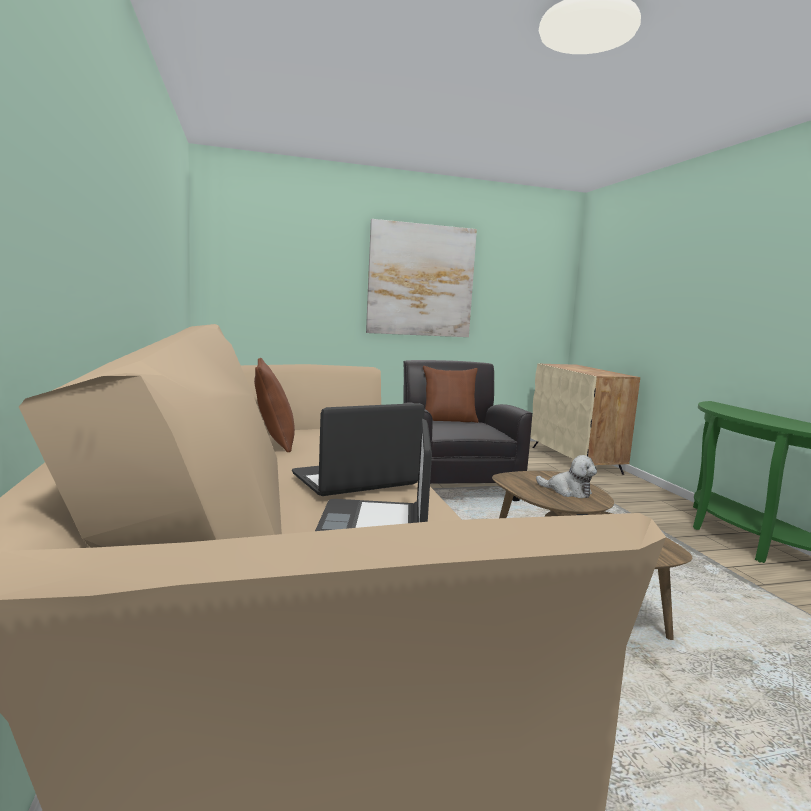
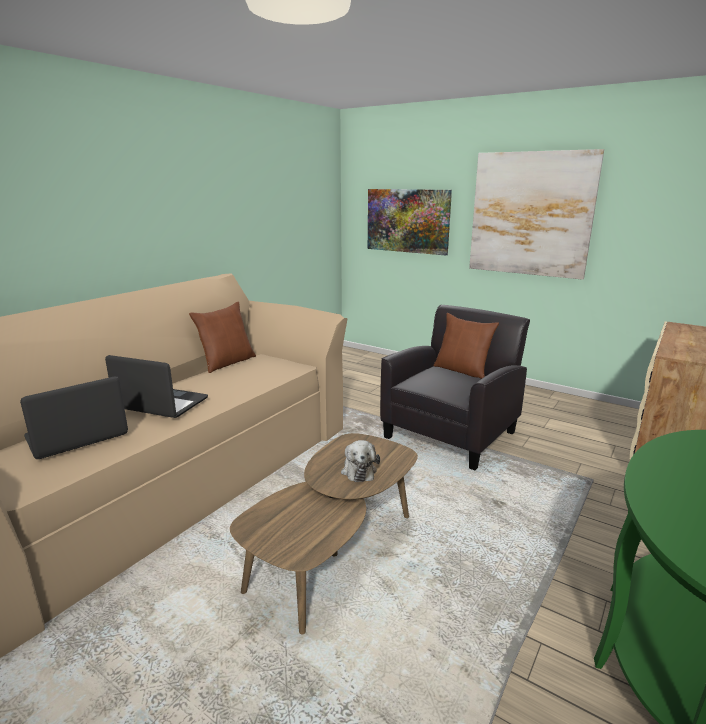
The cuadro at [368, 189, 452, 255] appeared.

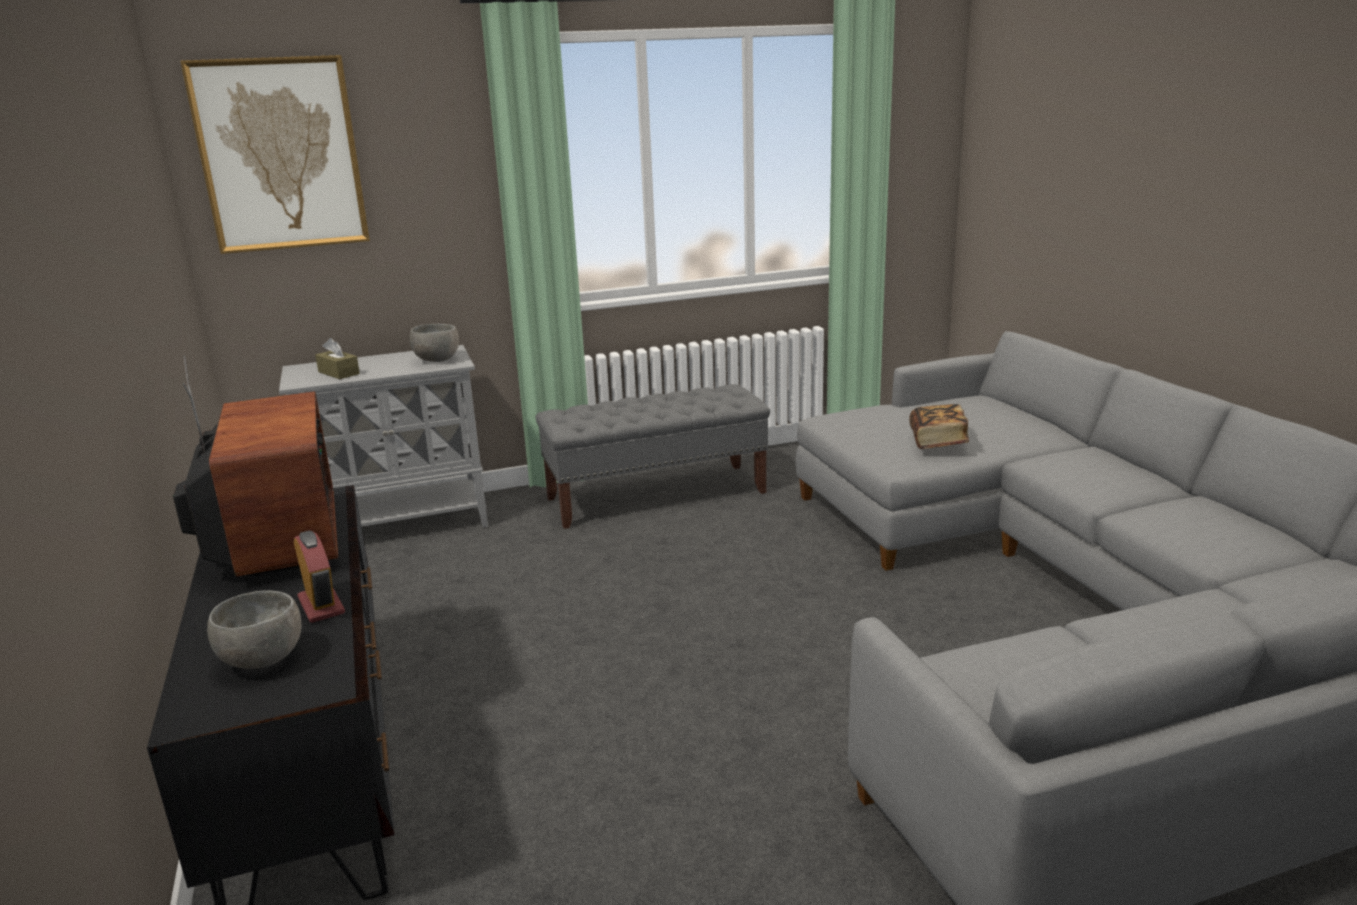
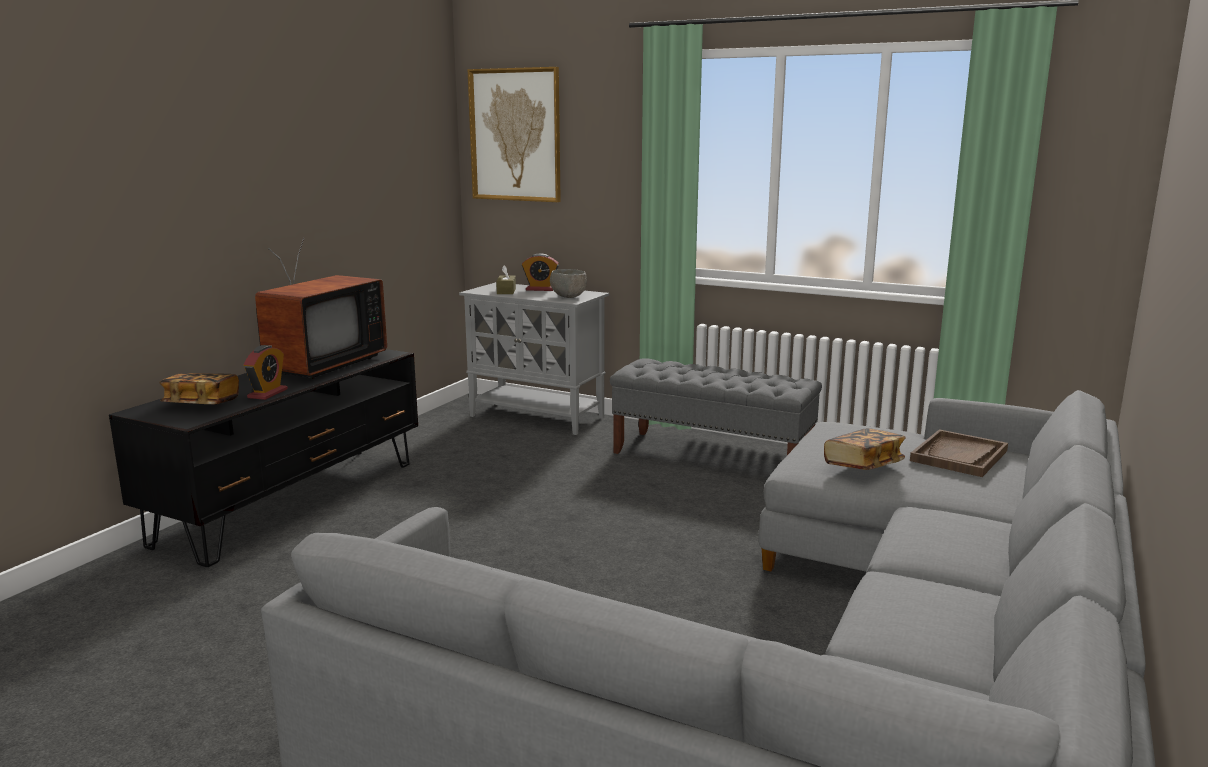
The cuenco (gris) at [207, 591, 301, 669] was replaced by the libro at [159, 373, 239, 404].
The despertador at [522, 253, 559, 291] appeared.
The bandeja (marrón) at [910, 429, 1008, 477] appeared.

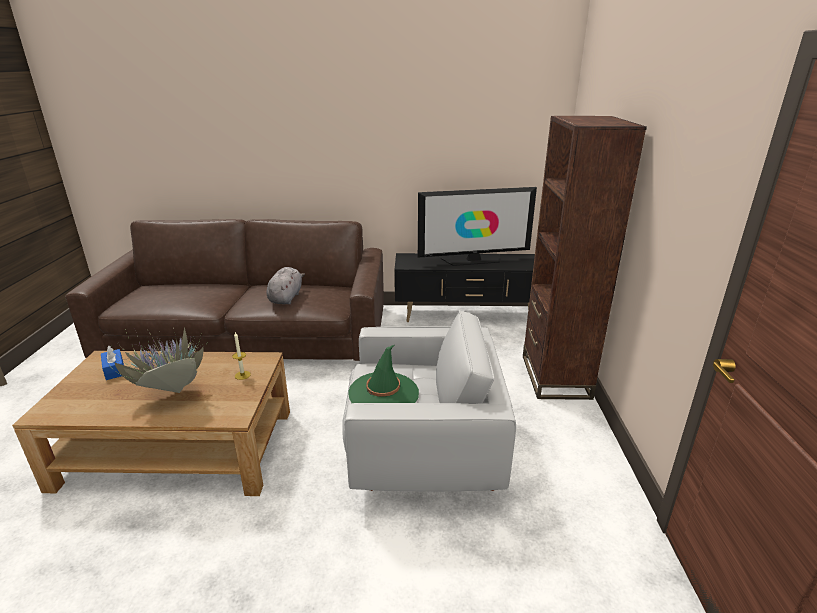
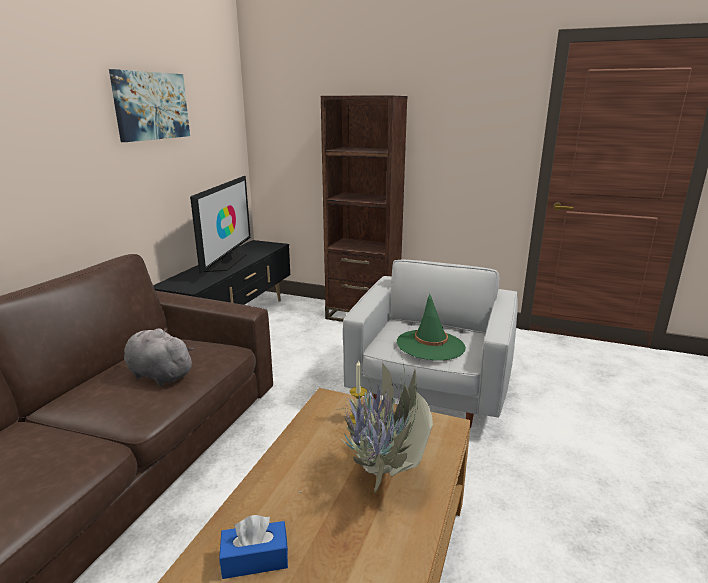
The cuadro at [109, 69, 190, 142] appeared.

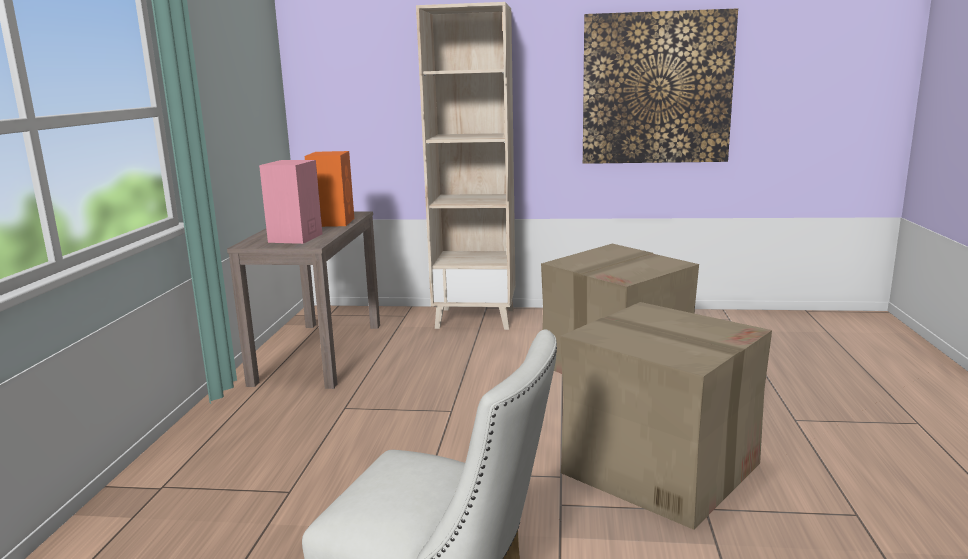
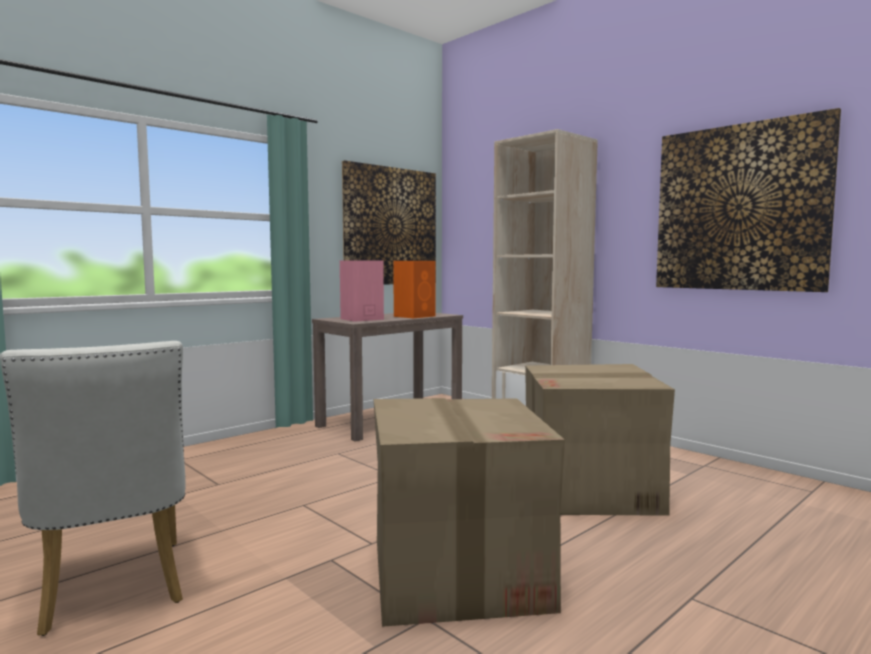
The cuadro at [342, 160, 436, 285] appeared.

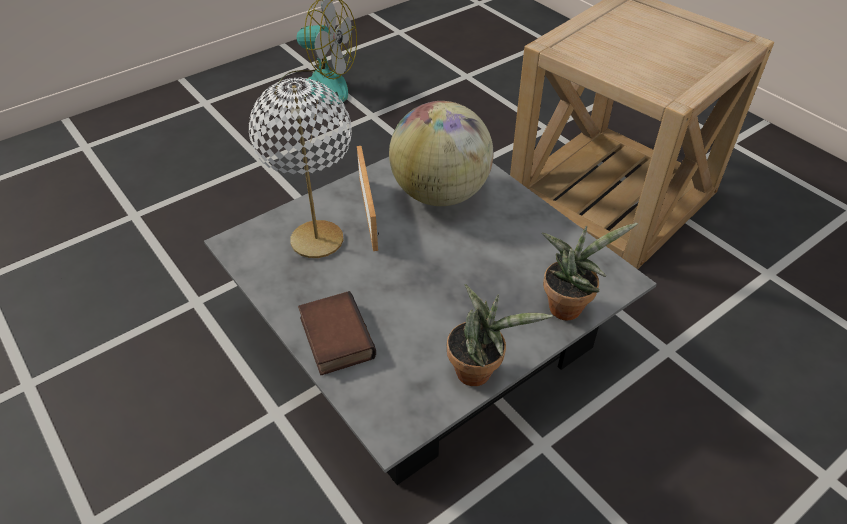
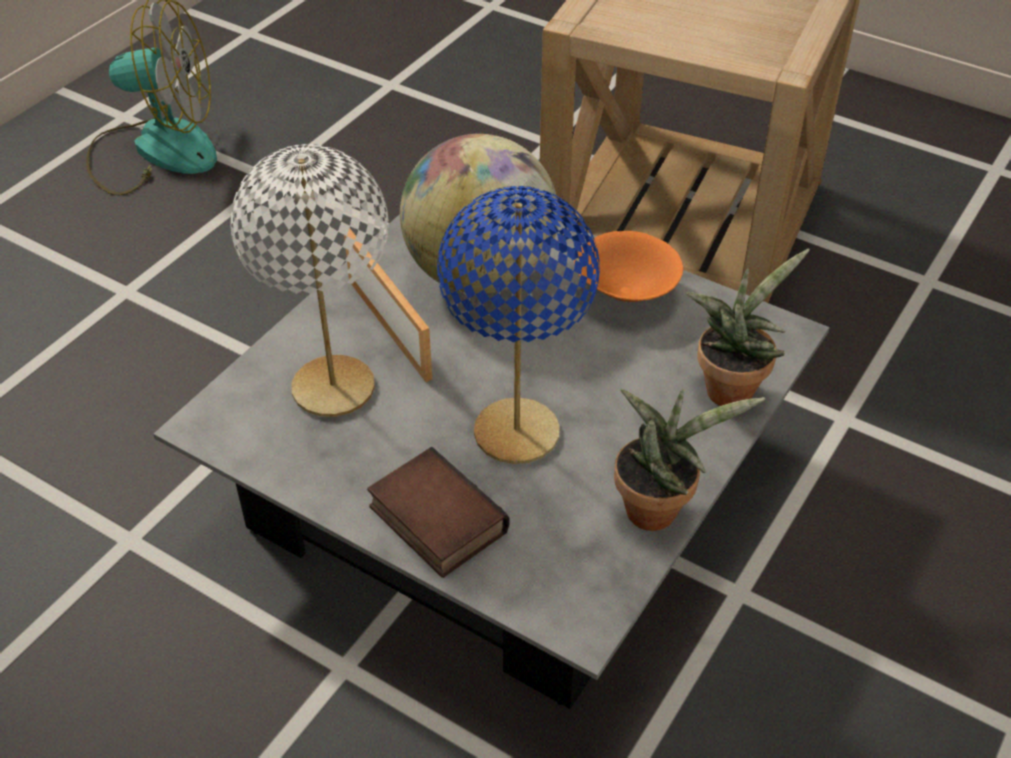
The lámpara de mesa (azul) at [437, 186, 600, 464] appeared.
The cuenco (naranja) at [574, 231, 683, 302] appeared.

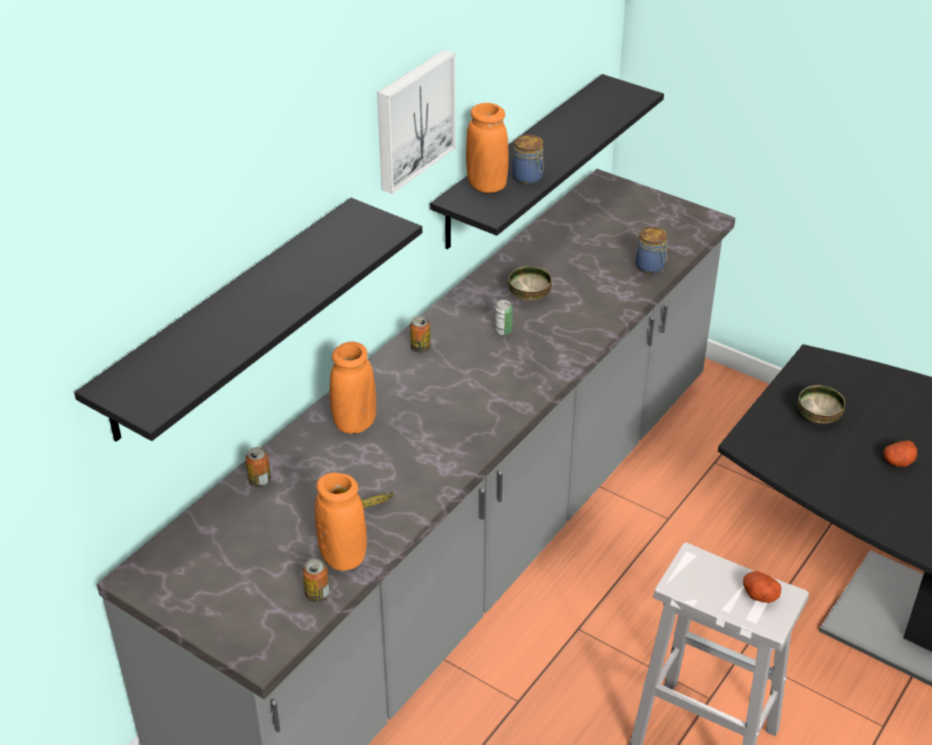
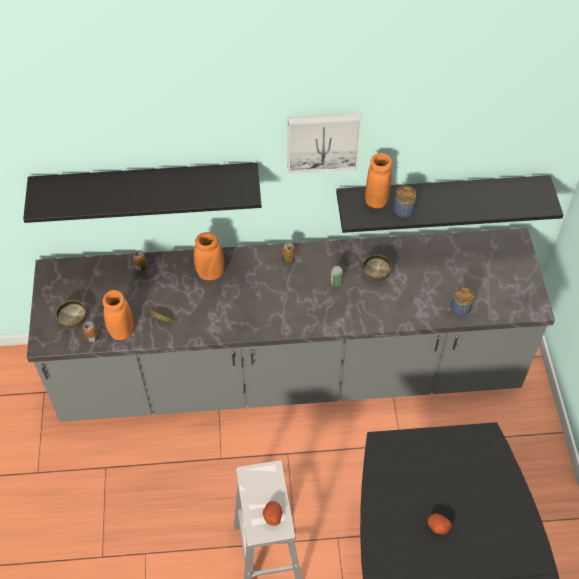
The cuenco moved from [798, 385, 845, 424] to [56, 300, 87, 328].

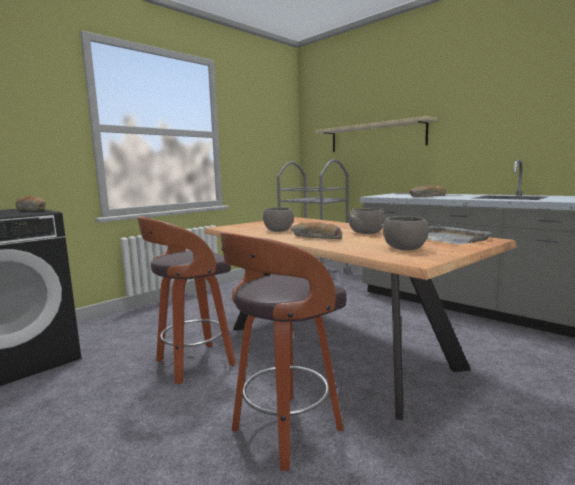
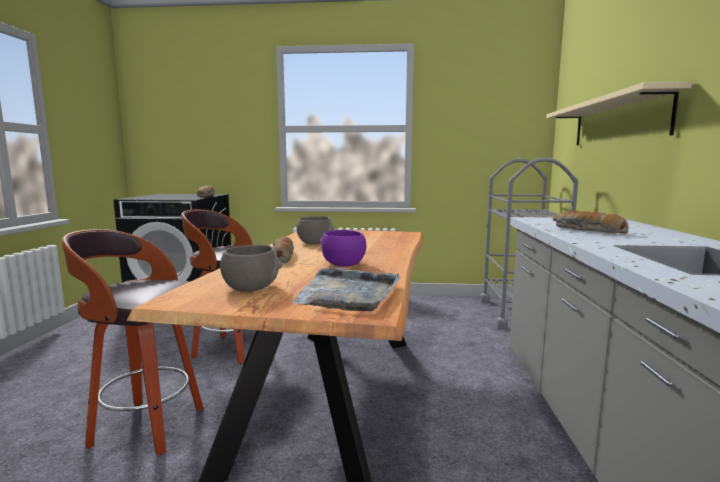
The cuenco (gris) at [349, 208, 385, 234] became the cuenco (morado) at [320, 230, 366, 267].

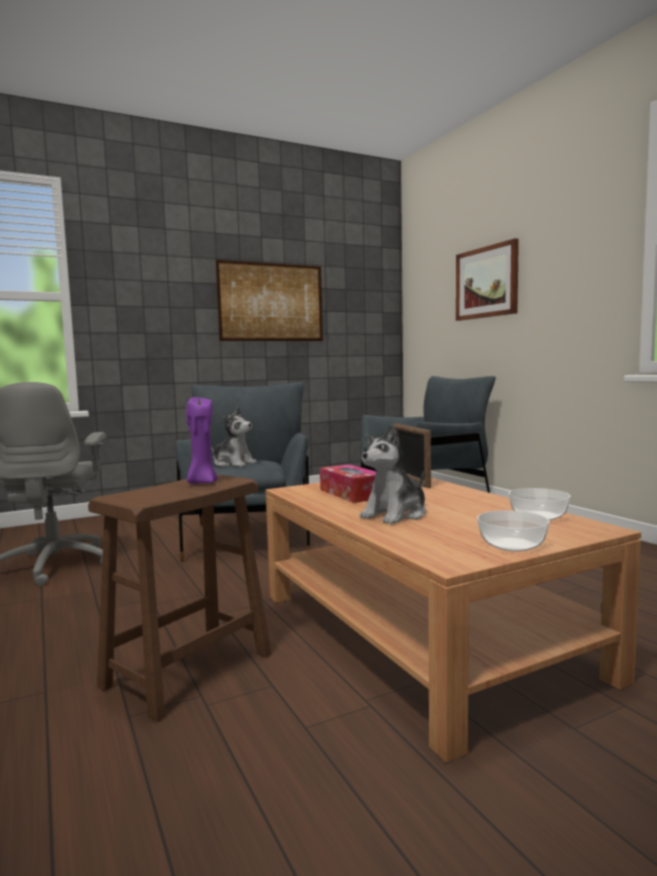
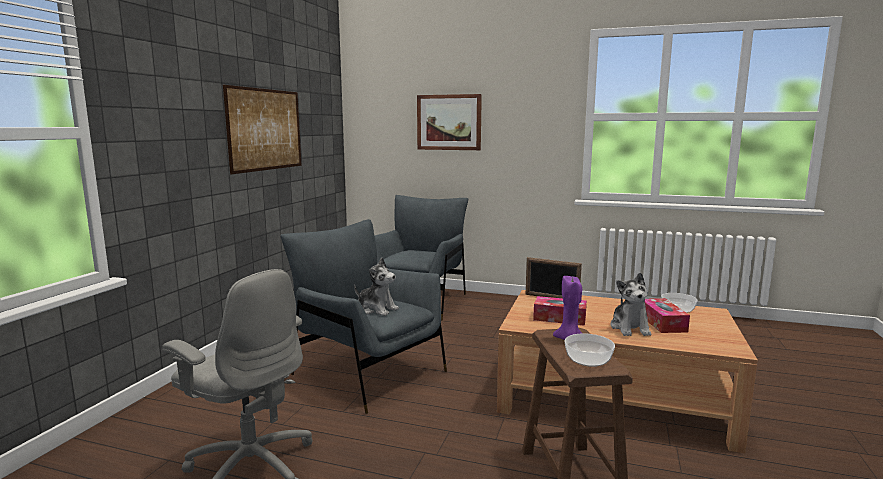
The peluche at [211, 407, 257, 467] turned 45 degrees clockwise.
The cuenco moved from [477, 510, 550, 552] to [565, 334, 615, 367].
The caja de pañuelos at [645, 298, 690, 333] appeared.

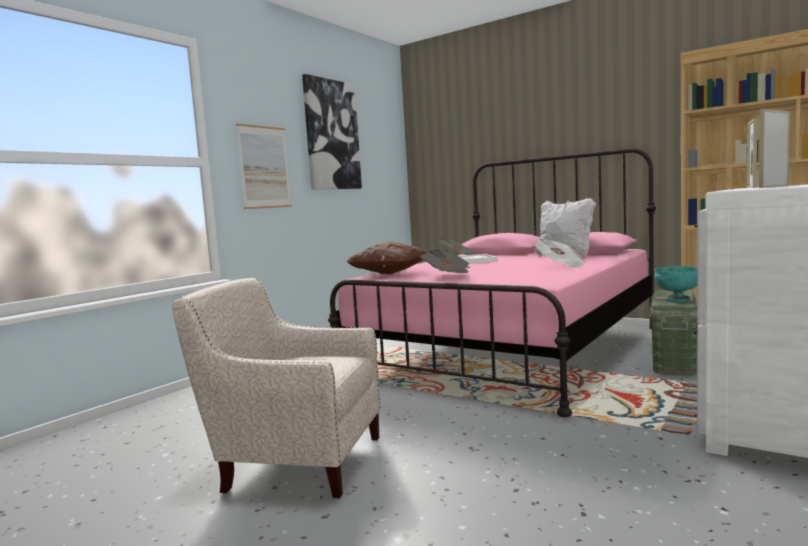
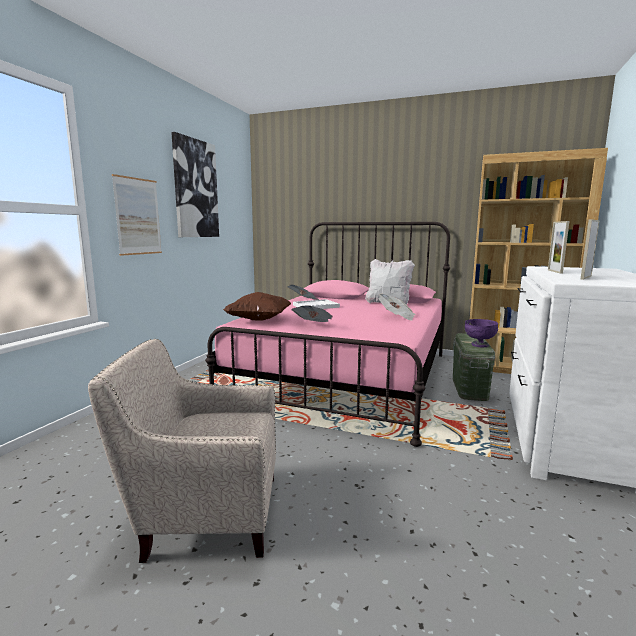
The cuenco (turquesa) at [654, 266, 697, 302] became the cuenco (morado) at [465, 319, 498, 347].

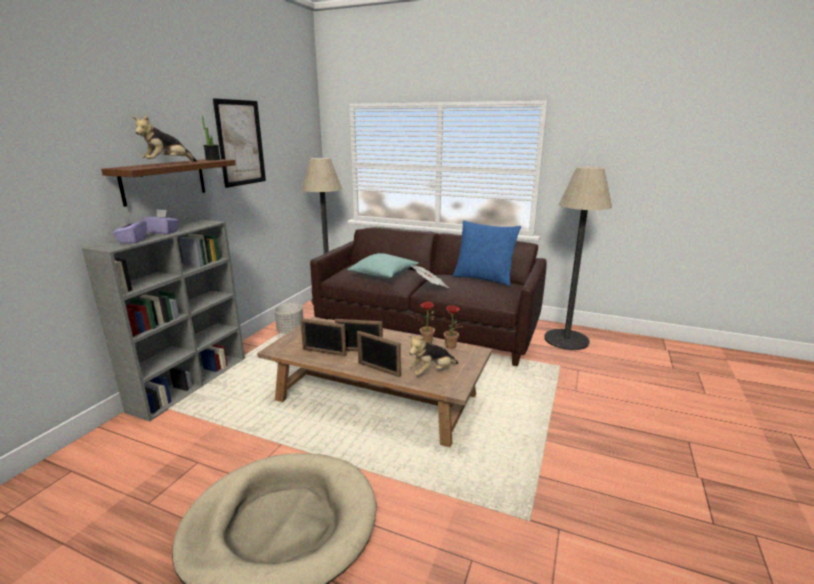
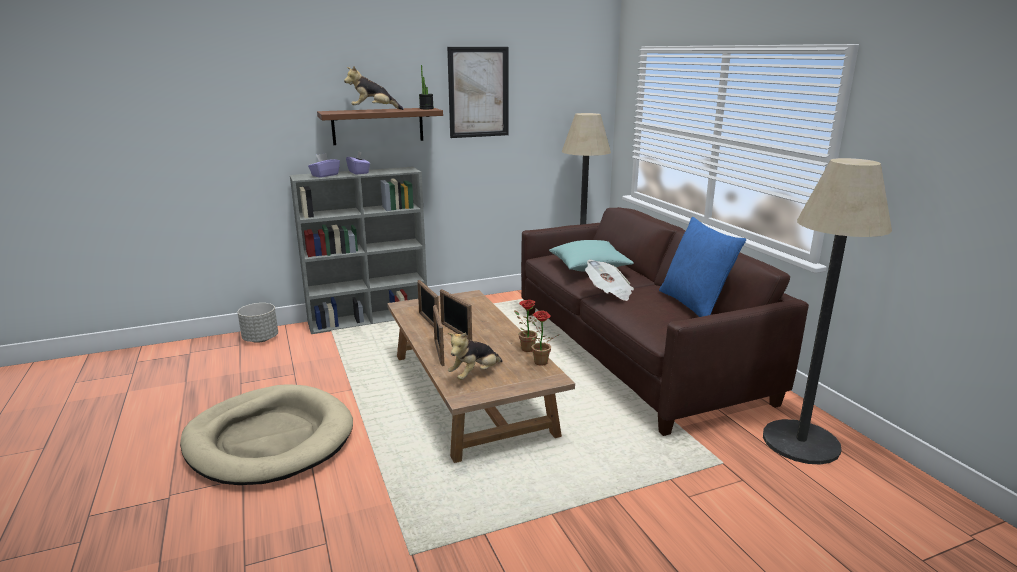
The maceta (gris) moved from [274, 303, 303, 334] to [238, 303, 278, 343].
The peluche at [409, 335, 458, 376] turned 60 degrees counterclockwise.

